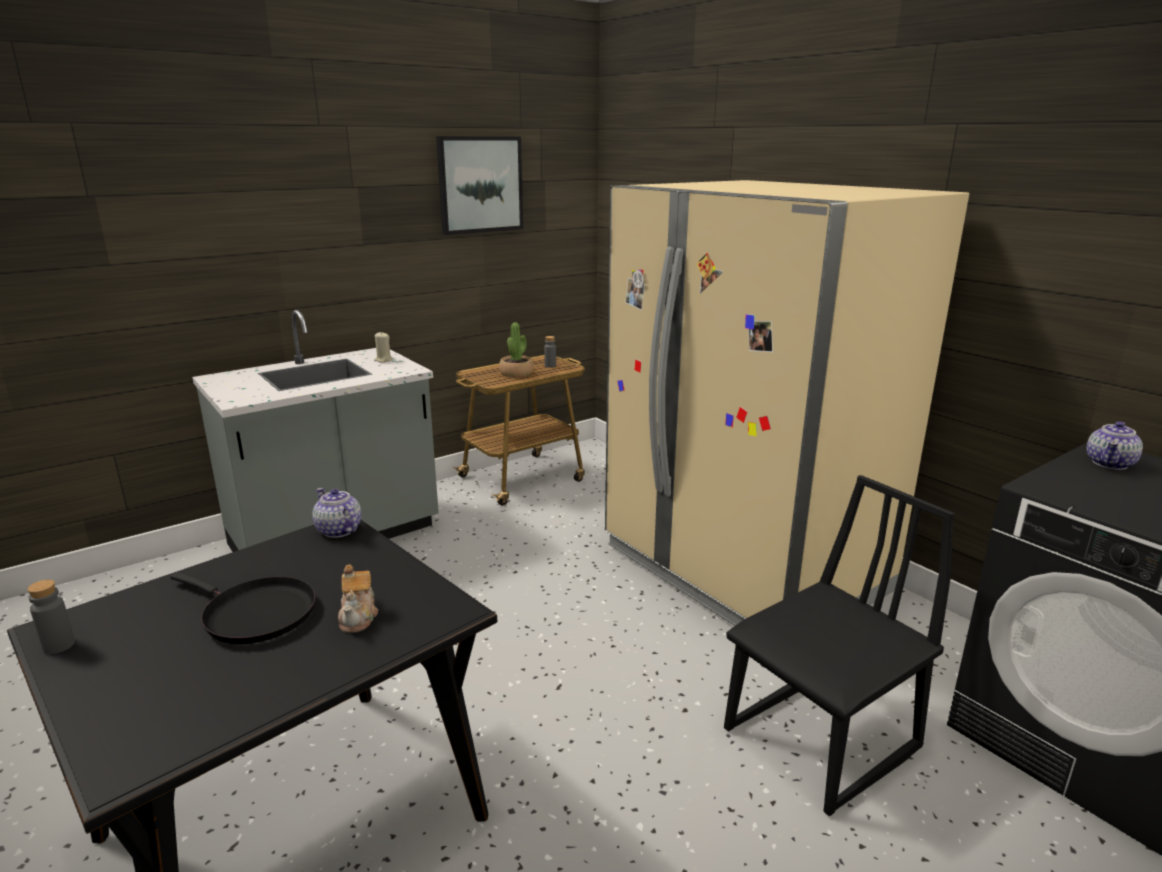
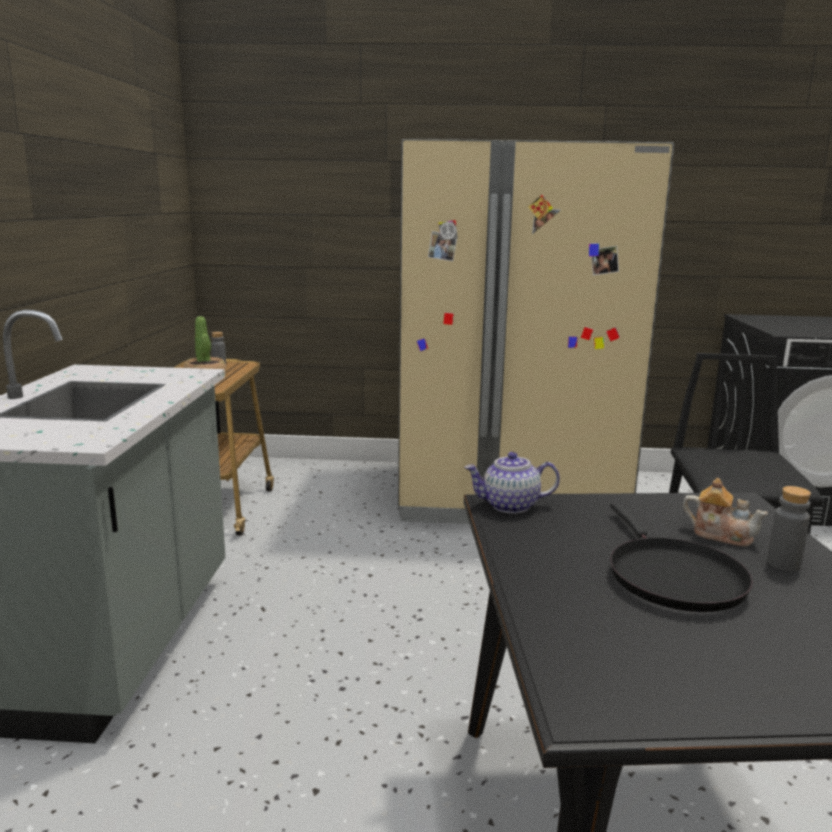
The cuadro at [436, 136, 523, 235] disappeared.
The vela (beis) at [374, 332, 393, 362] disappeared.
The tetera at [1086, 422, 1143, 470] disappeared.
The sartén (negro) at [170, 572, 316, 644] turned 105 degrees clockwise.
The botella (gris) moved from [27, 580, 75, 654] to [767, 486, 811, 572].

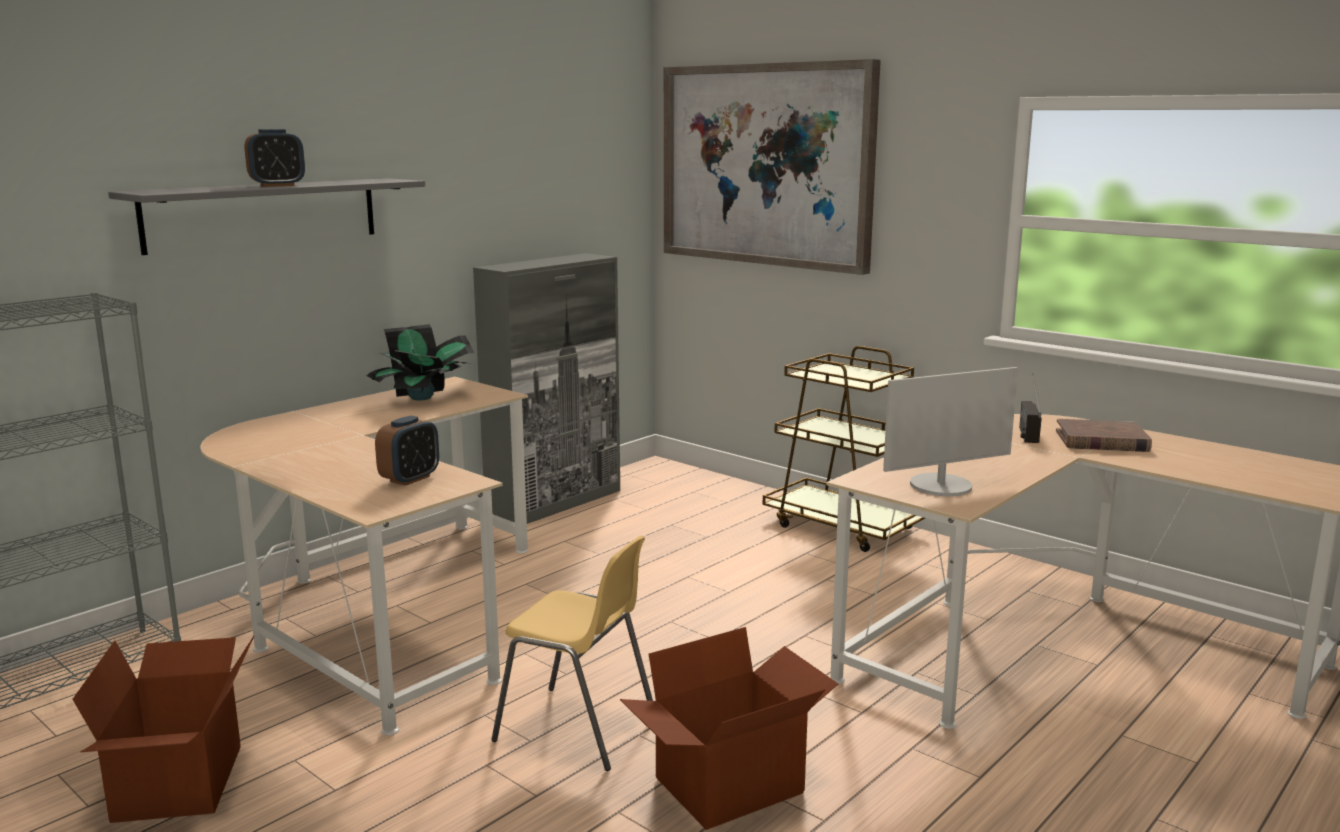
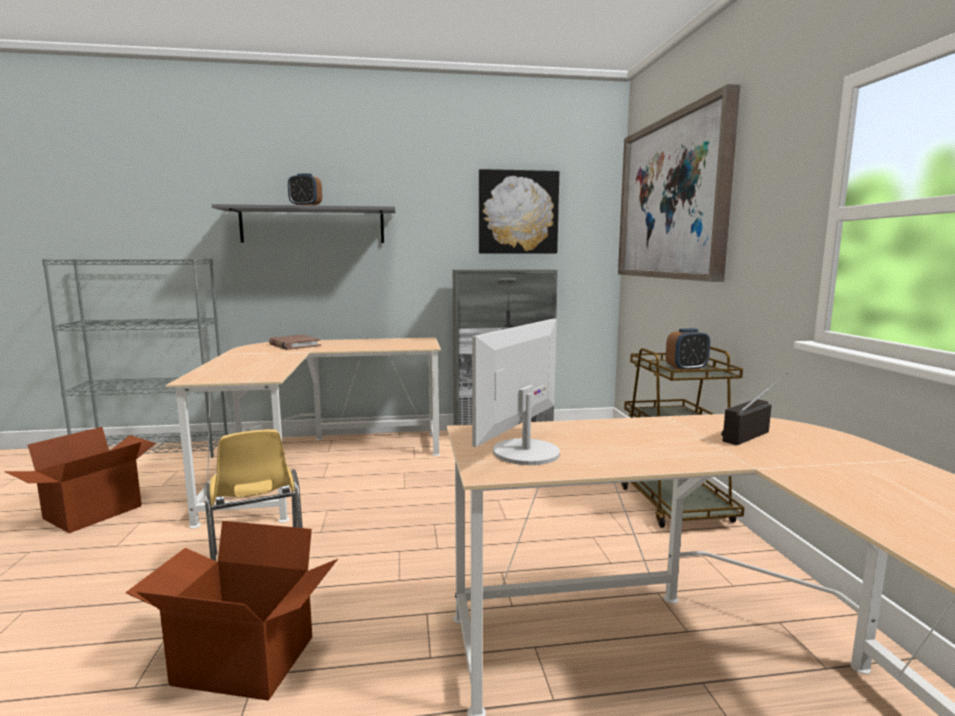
The planta en maceta at [367, 324, 474, 400] disappeared.
The monitor at [883, 367, 1018, 497] turned 105 degrees clockwise.
The despertador moved from [375, 416, 439, 486] to [666, 328, 710, 370].
The libro (marrón) moved from [1056, 419, 1152, 452] to [269, 335, 321, 350].
The cuadro at [479, 169, 559, 254] appeared.

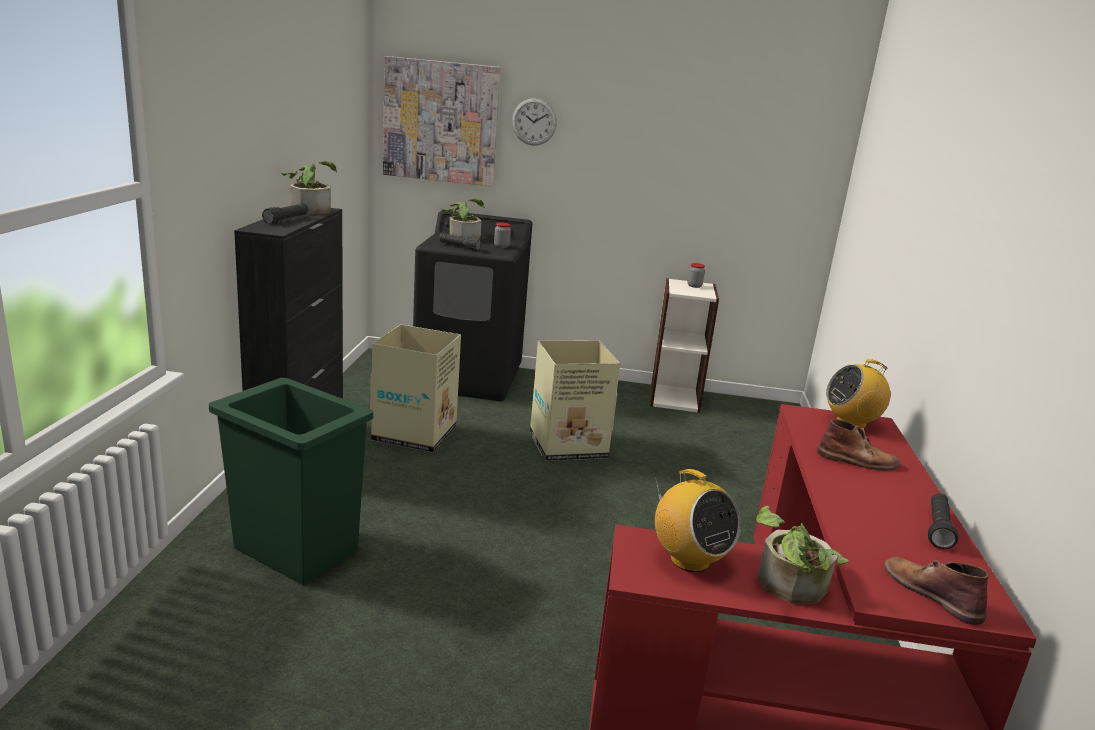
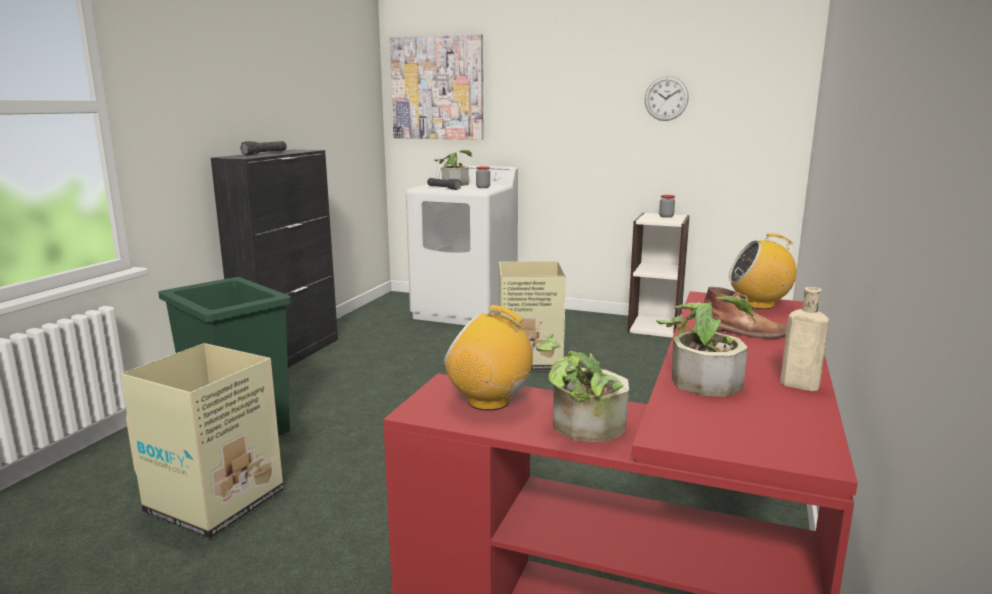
The reloj de pared moved from [512, 98, 557, 145] to [645, 76, 689, 121].
The planta en maceta moved from [281, 161, 337, 214] to [656, 296, 753, 397].
The lavadora (negro) at [413, 210, 532, 401] became the lavadora (blanco) at [406, 165, 518, 325].
The caja de cartón moved from [370, 324, 461, 453] to [121, 343, 283, 539].
The radio at [655, 469, 741, 572] turned 135 degrees clockwise.
The linterna (negro) at [928, 493, 959, 549] was replaced by the botella (beis) at [780, 287, 829, 391].
The bota (marrón) at [884, 557, 989, 625] disappeared.

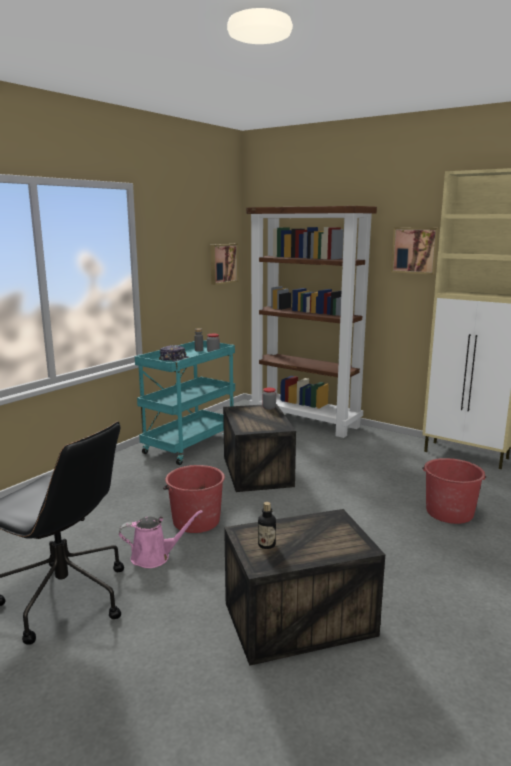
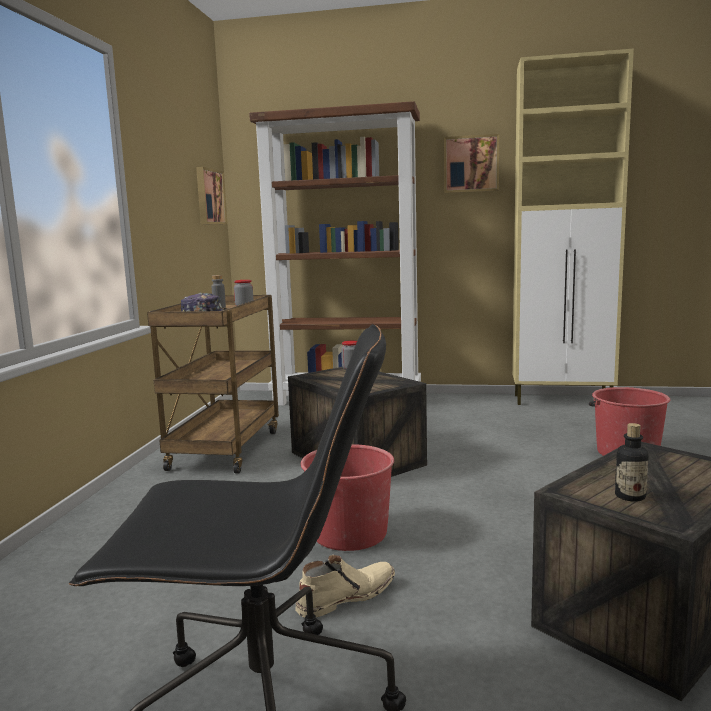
The carrito (turquesa) at [135, 340, 235, 465] became the carrito (marrón) at [147, 295, 279, 474].
The regadera (rosa) at [119, 510, 203, 568] was replaced by the bota (beis) at [295, 555, 395, 618].

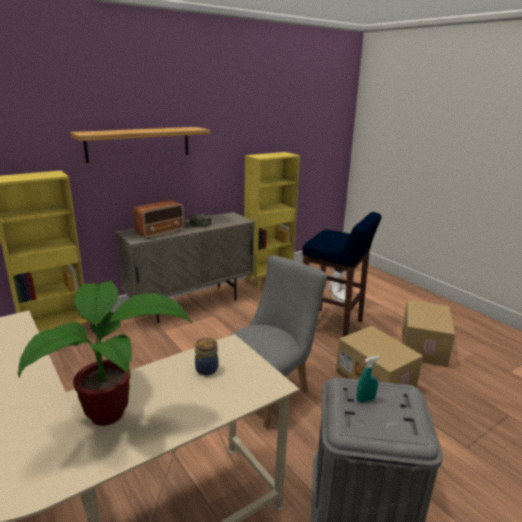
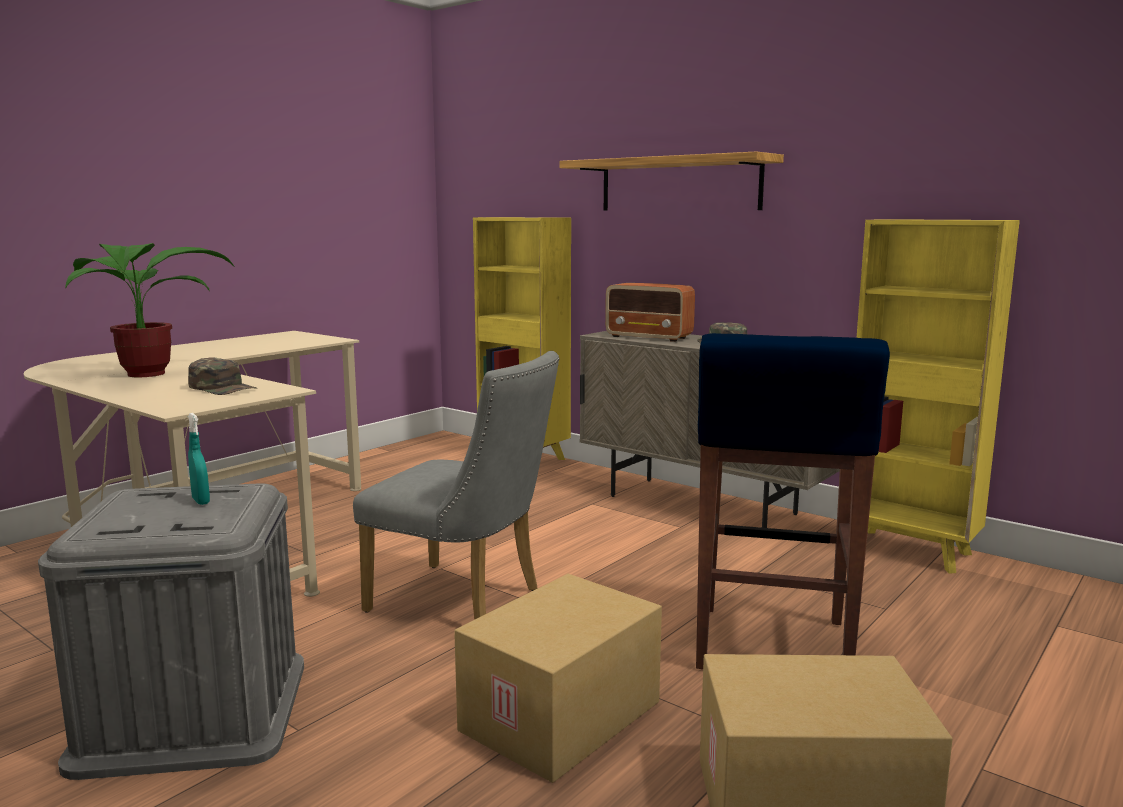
The bota (blanco) at [328, 268, 346, 303] disappeared.
The tarro at [195, 338, 218, 376] was replaced by the gorra (verde) at [188, 357, 257, 395].

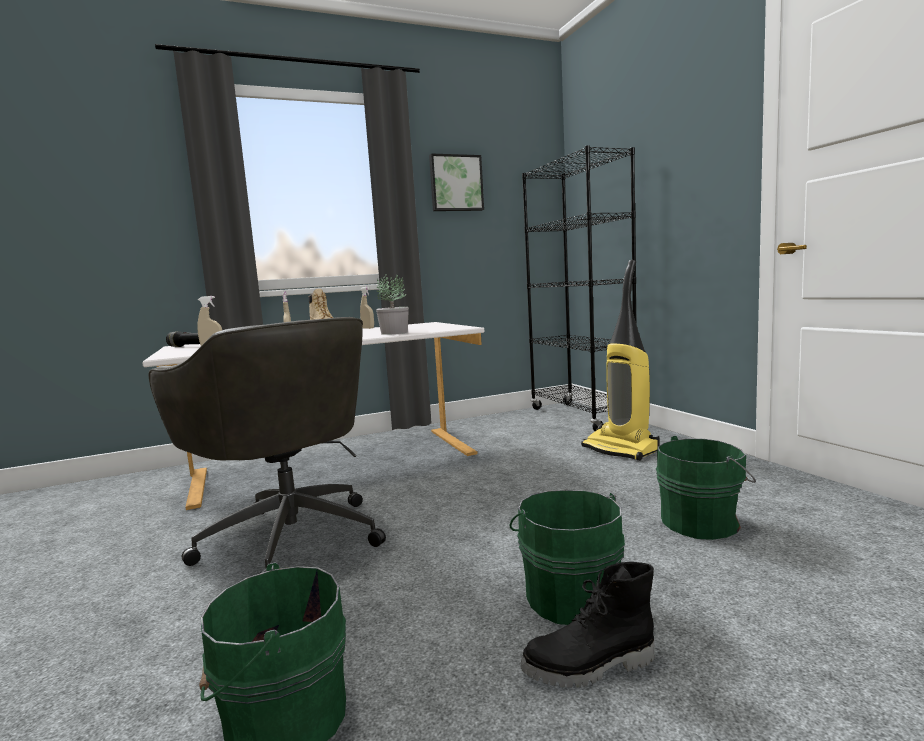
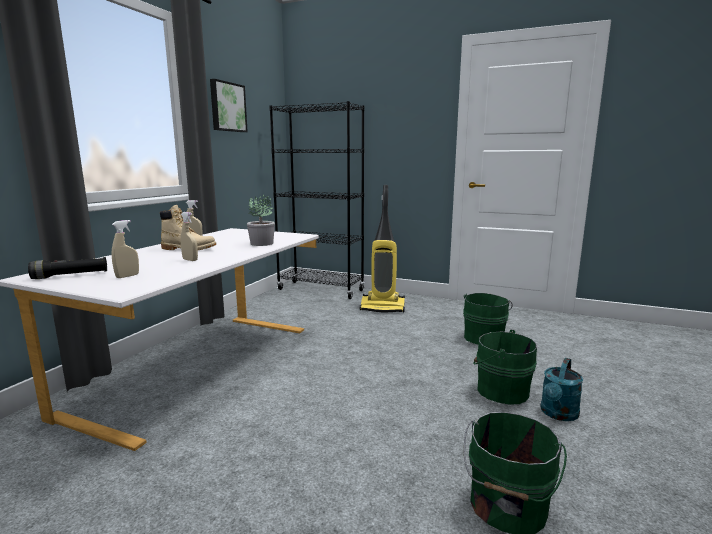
The silla de oficina (gris) at [149, 317, 386, 574] disappeared.
The bota (negro) at [521, 562, 655, 688] was replaced by the regadera (turquesa) at [540, 358, 583, 421].

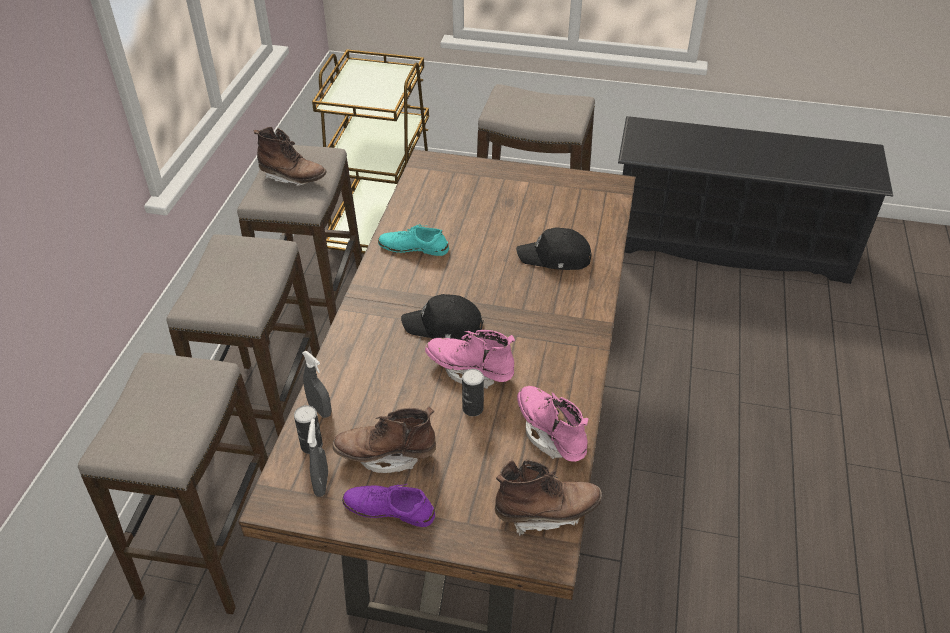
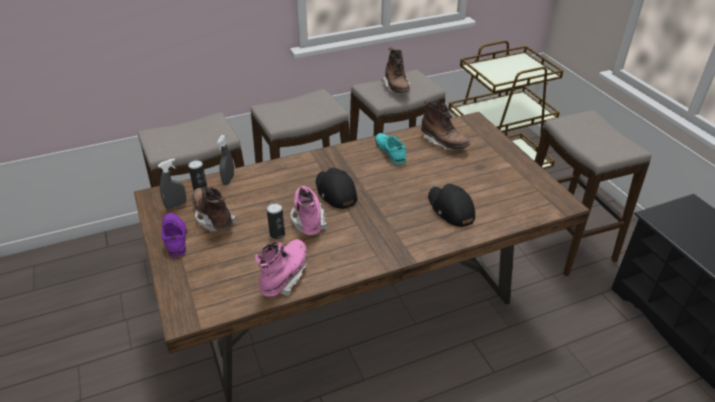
The bota (marrón) moved from [495, 459, 602, 536] to [421, 100, 470, 150].

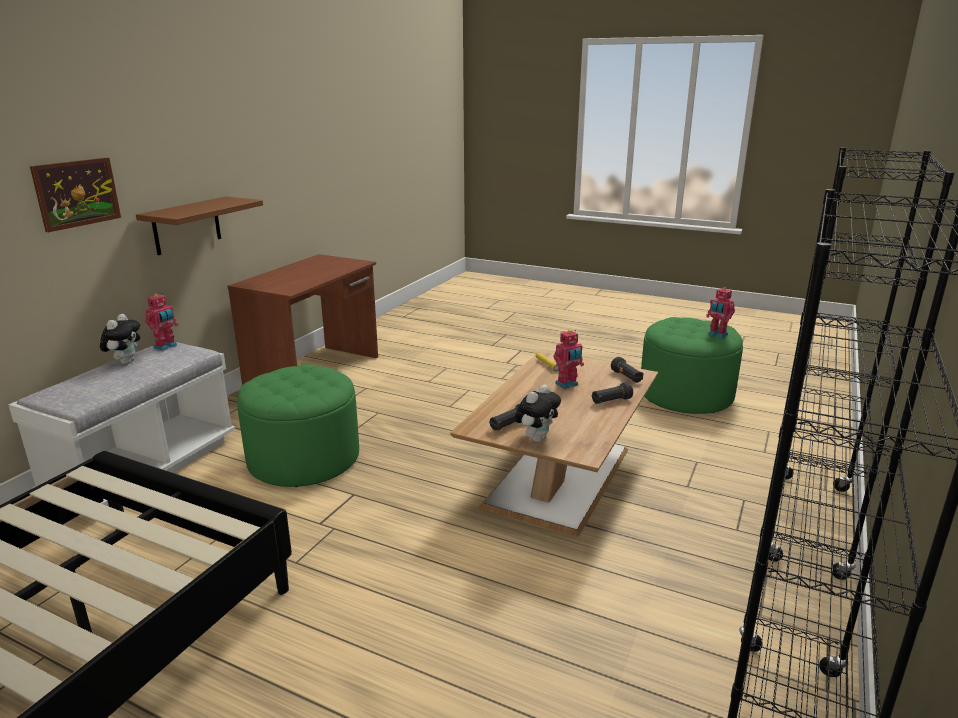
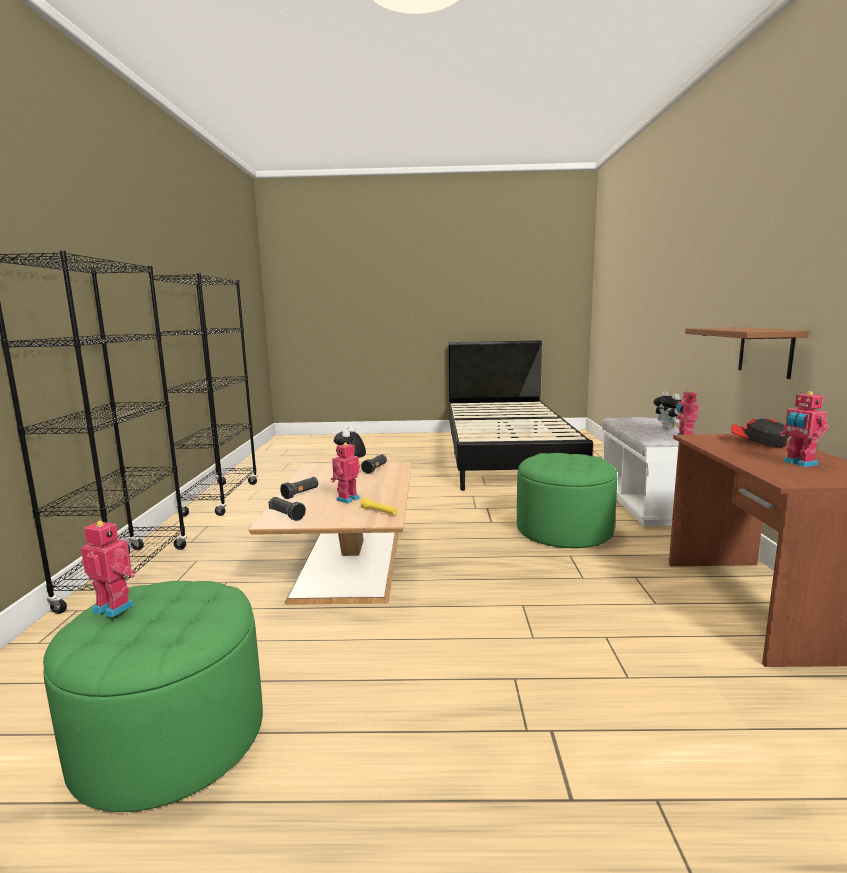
The cuadro at [30, 158, 121, 232] disappeared.
The robot de juguete at [780, 391, 828, 467] appeared.
The gorra at [731, 418, 789, 448] appeared.

